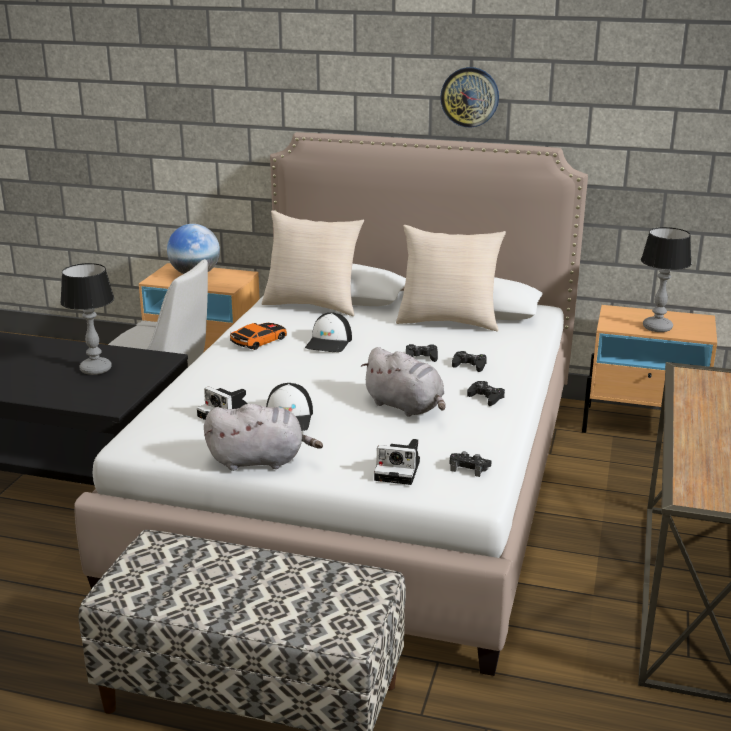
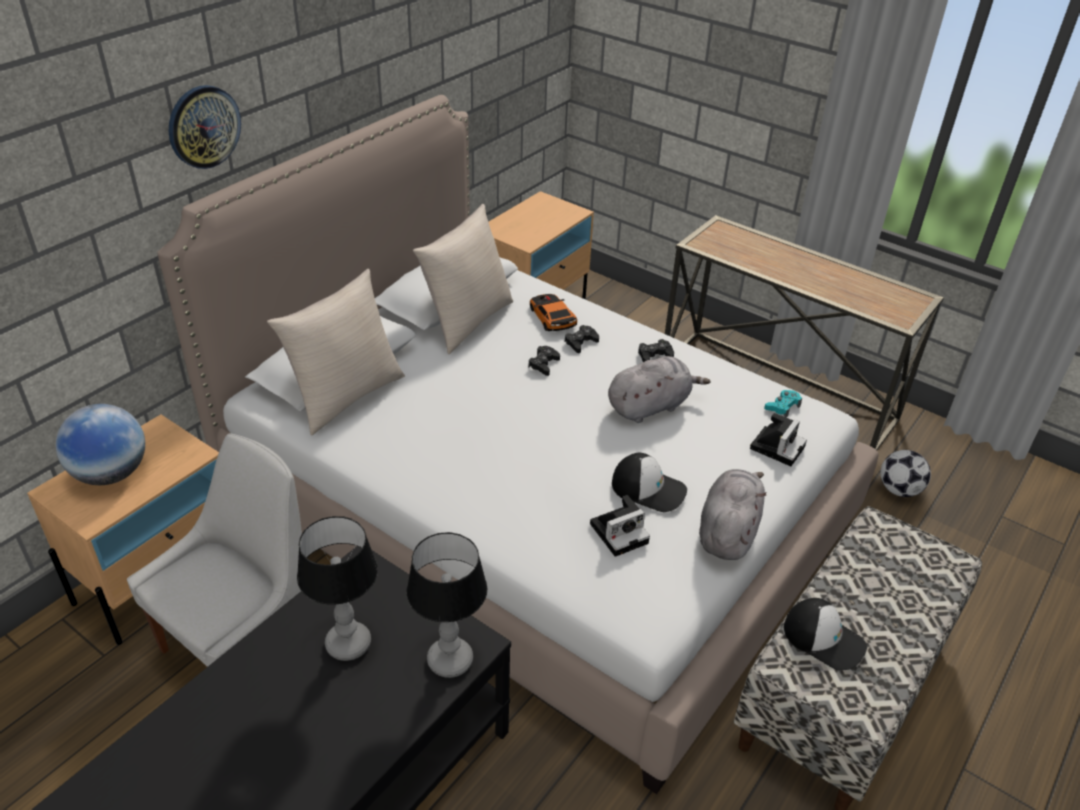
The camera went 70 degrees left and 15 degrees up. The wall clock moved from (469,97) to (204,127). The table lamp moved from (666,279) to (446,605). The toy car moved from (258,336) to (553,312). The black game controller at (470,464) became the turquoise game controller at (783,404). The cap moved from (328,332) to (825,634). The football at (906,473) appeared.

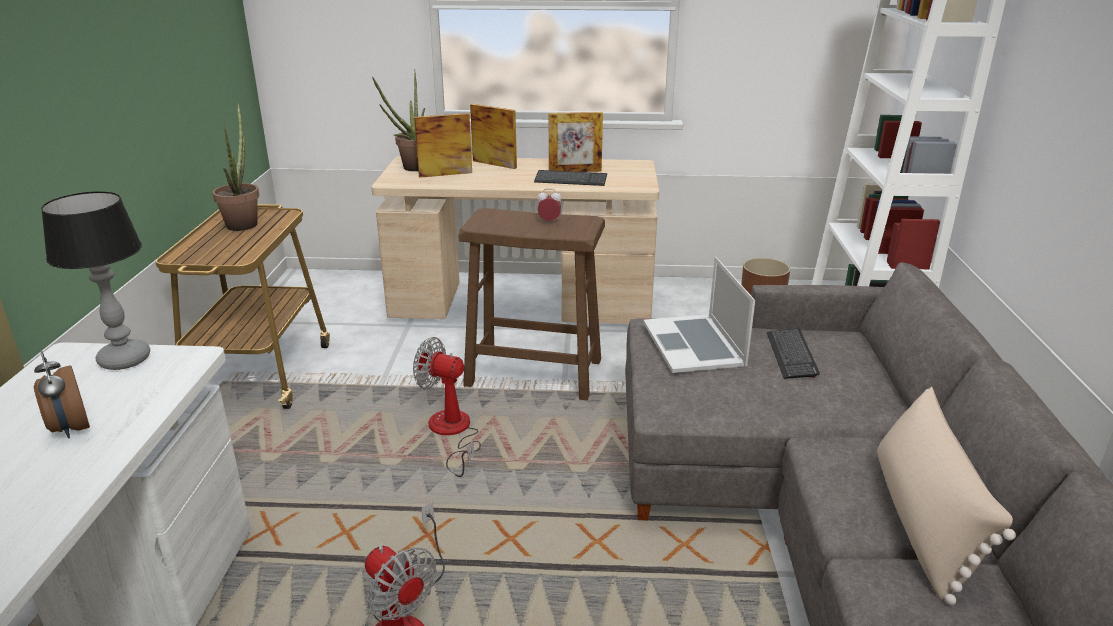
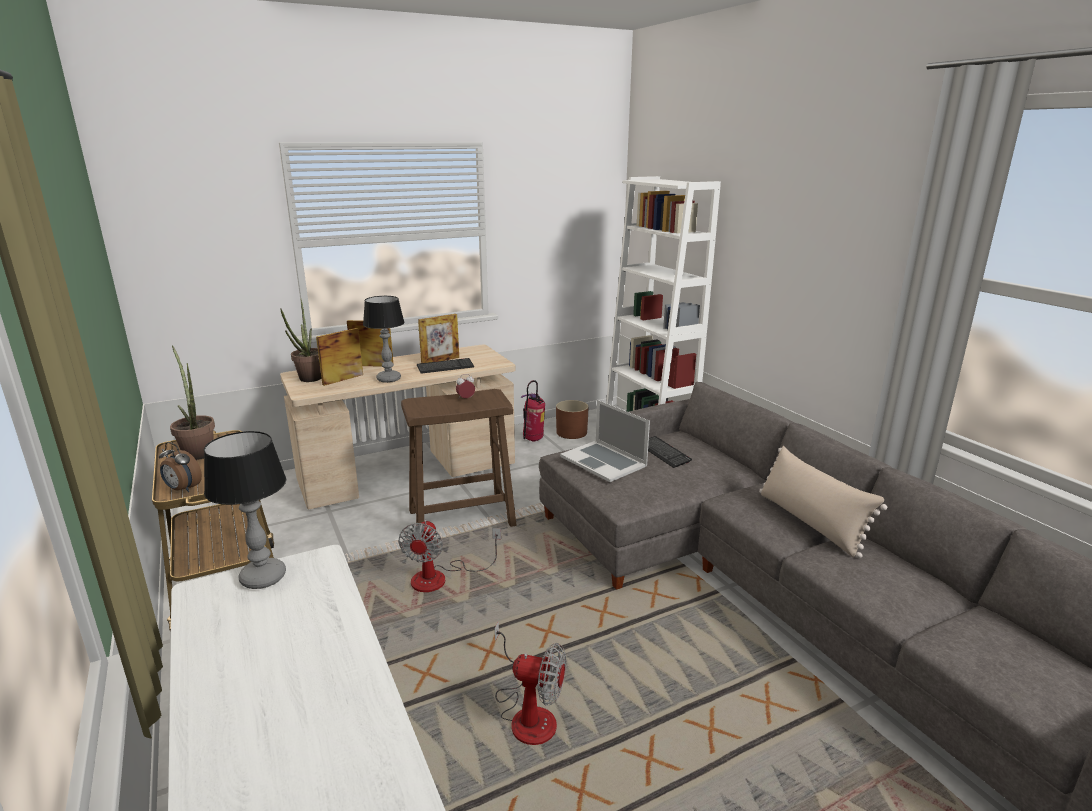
The camera went 30 degrees left and 5 degrees down. The alarm clock moved from (61,395) to (180,467). The table lamp at (384,339) appeared. The fan at (447,407) turned 75 degrees counterclockwise. The fire extinguisher at (533,411) appeared.

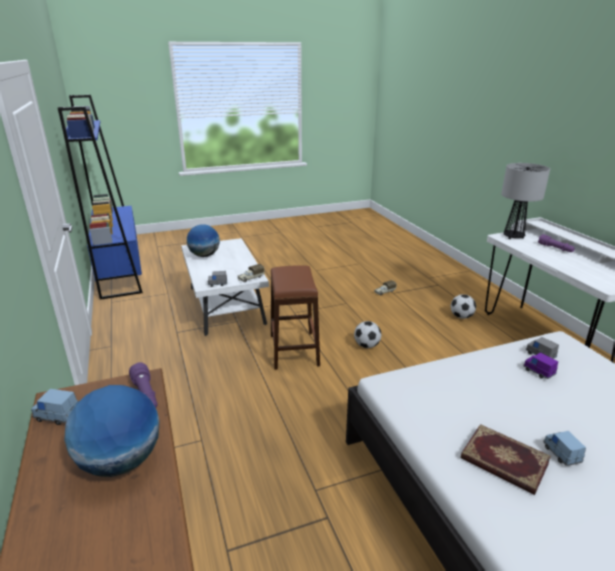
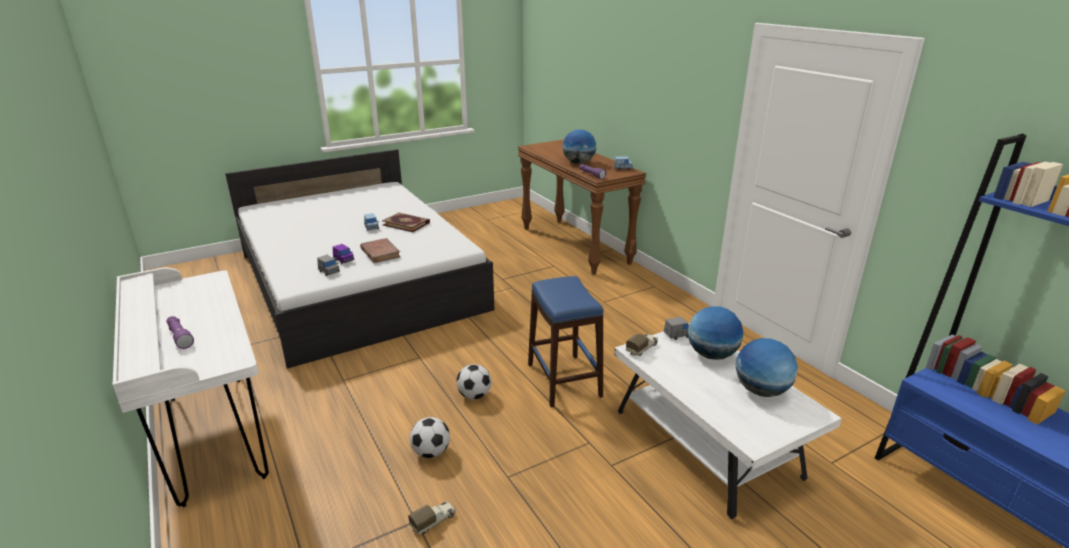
The camera went 170 degrees right and 0 degrees up. The brown book at (380,250) appeared. The football moved from (463,306) to (430,437). The brown stool at (295,317) became the blue stool at (565,342). The globe at (715,333) appeared. The table lamp at (525,201) disappeared.

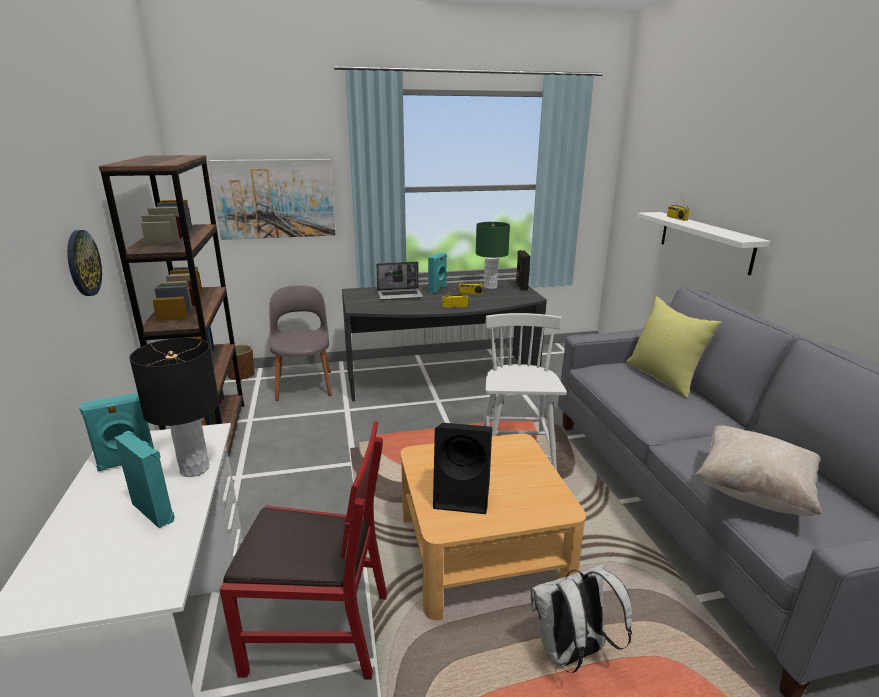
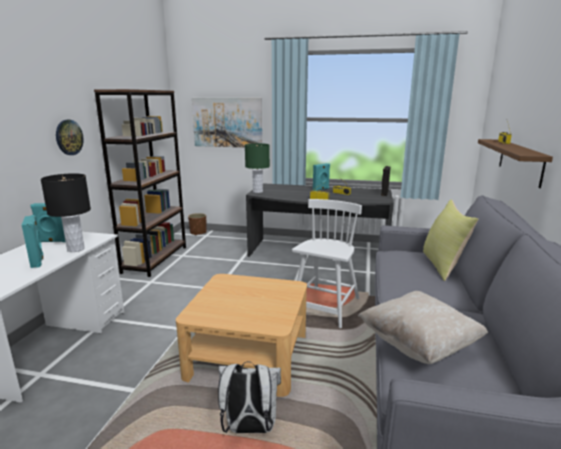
The camera went 25 degrees right and 5 degrees down. The green table lamp moved from (493,255) to (257,168). The white shelf at (703,243) became the brown shelf at (515,163). The red chair at (303,550) disappeared. The grey chair at (300,343) disappeared. The laptop at (399,281) disappeared. The black speaker at (462,468) disappeared.

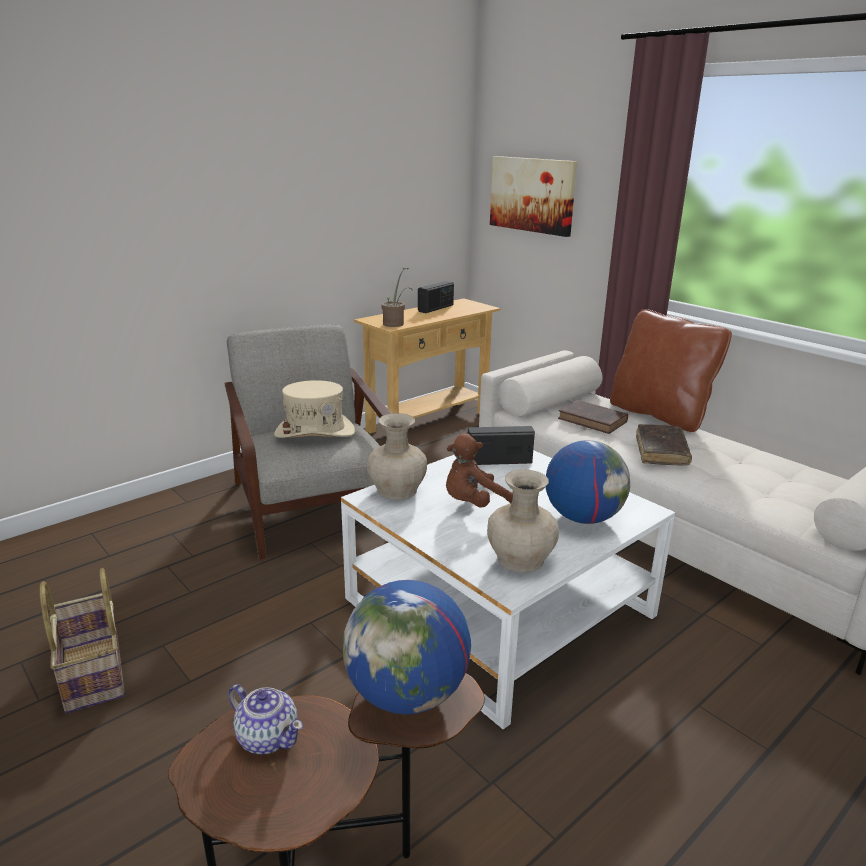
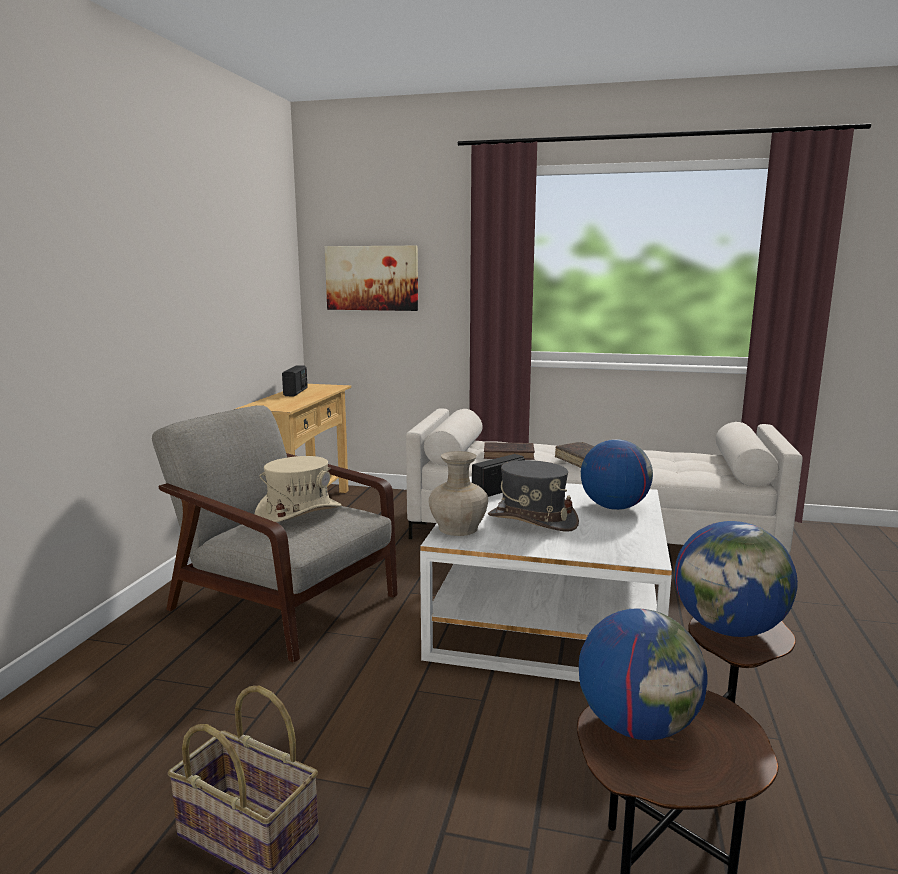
The camera went 35 degrees left and 10 degrees down. The brown plush toy at (479,470) was replaced by the grey hat at (533,496). The teapot at (265,719) was replaced by the globe at (643,674). The potted plant at (397,297) disappeared. The beige vase at (523,521) disappeared. The brown pillow at (671,370) disappeared.

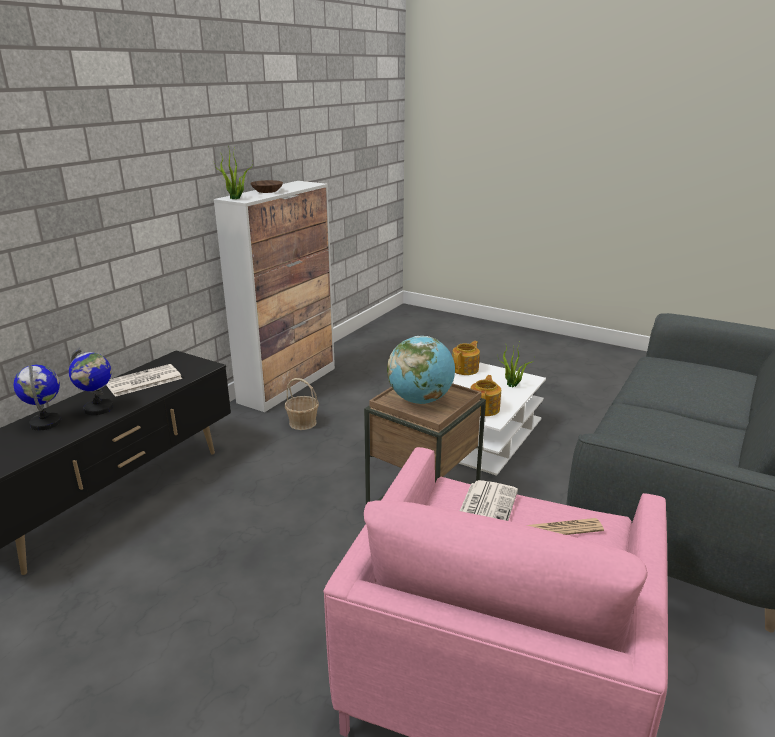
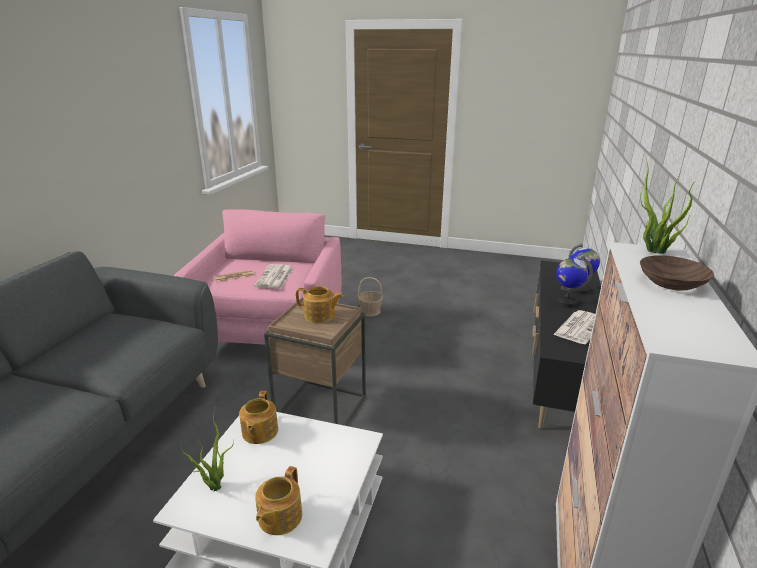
The camera went 165 degrees right and 0 degrees up. The globe at (421,370) was replaced by the teapot at (320,304). The basket moved from (302,404) to (370,296).

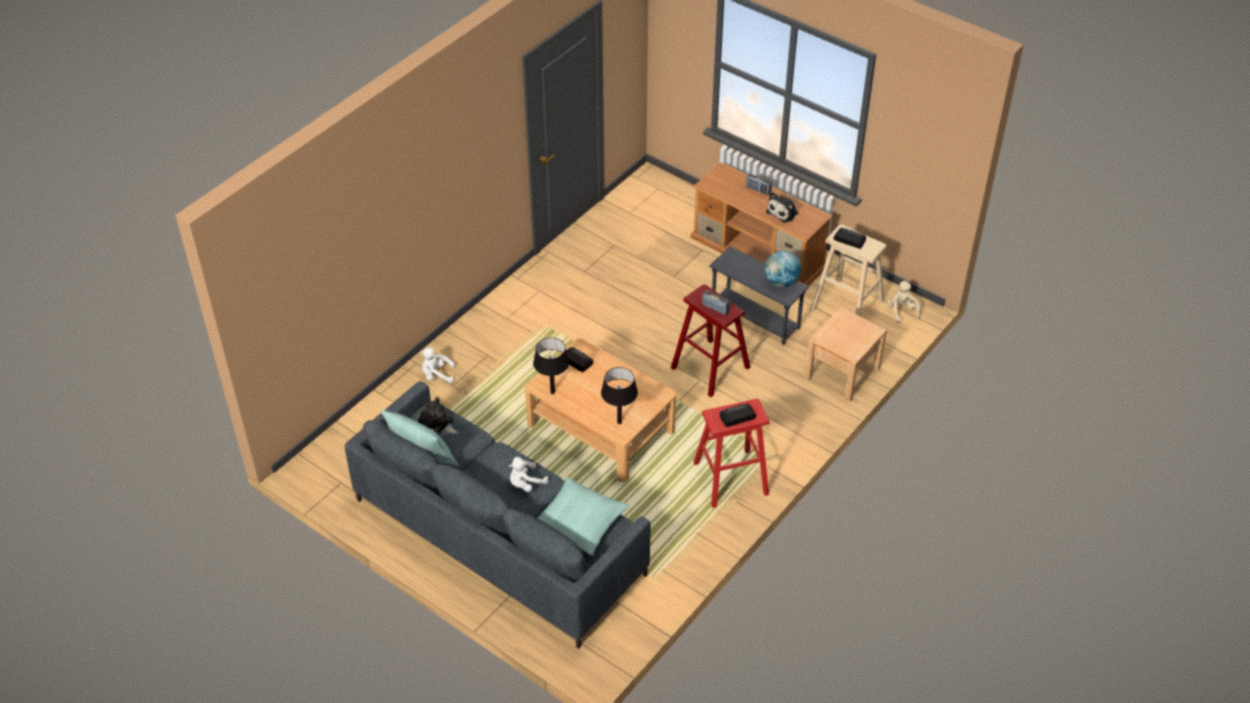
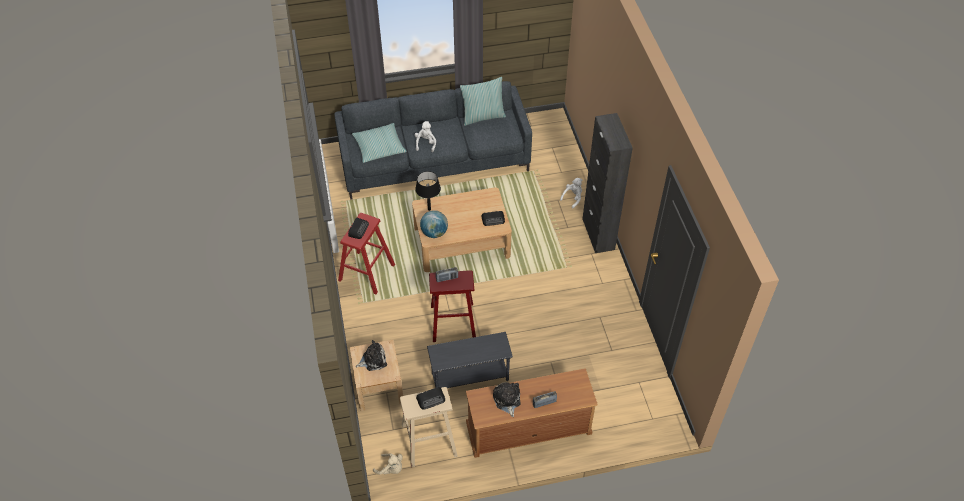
The camera went 130 degrees right and 5 degrees up. The plush toy moved from (438,416) to (371,355). The globe moved from (783,269) to (434,224). The black cabinet at (607,183) appeared. The black table lamp at (551,366) disappeared.

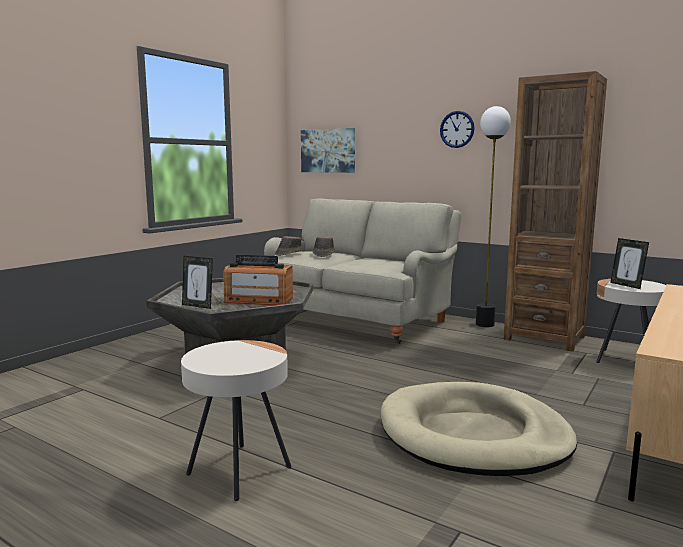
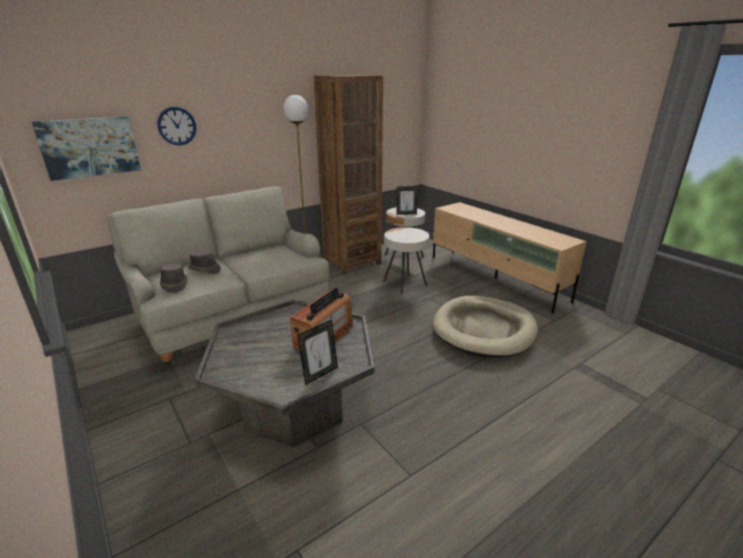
The camera went 70 degrees left and 15 degrees up. The wall clock moved from (457,129) to (176,126). The beige side table moved from (236,420) to (406,260).

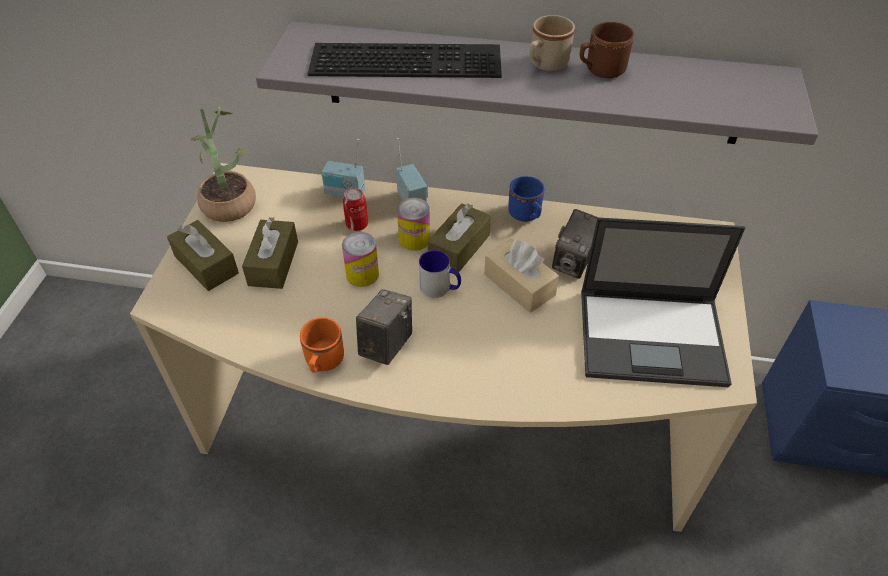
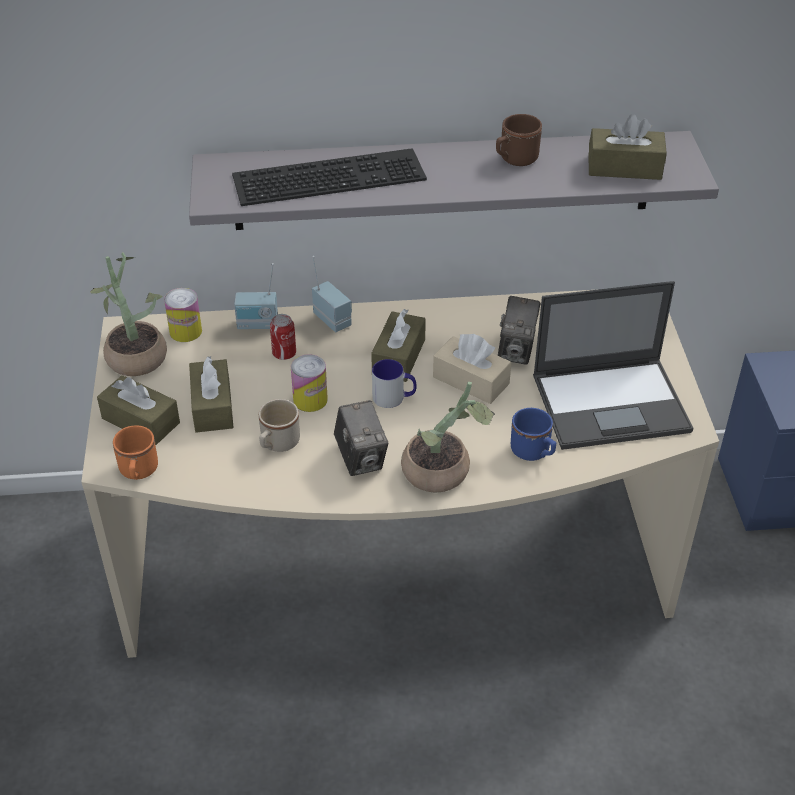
The camera went 15 degrees left and 5 degrees down. The orange mug moved from (322,345) to (135,453). The can moved from (413,224) to (183,315). The beige mug moved from (552,43) to (279,425). The photo camera at (384,327) turned 150 degrees clockwise. The potted plant at (448,437) appeared. The blue mug moved from (526,199) to (533,434). The brown tissue box at (627,147) appeared.

